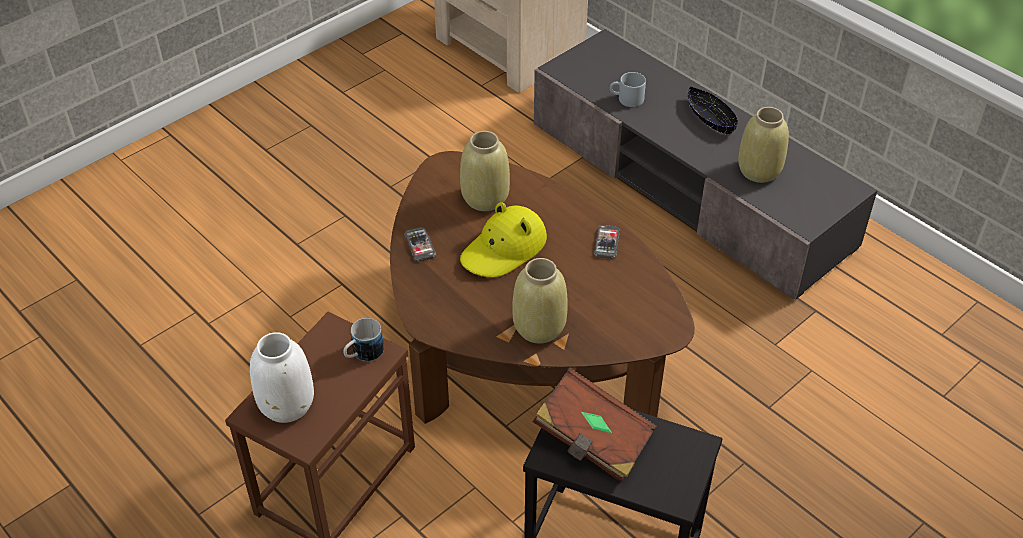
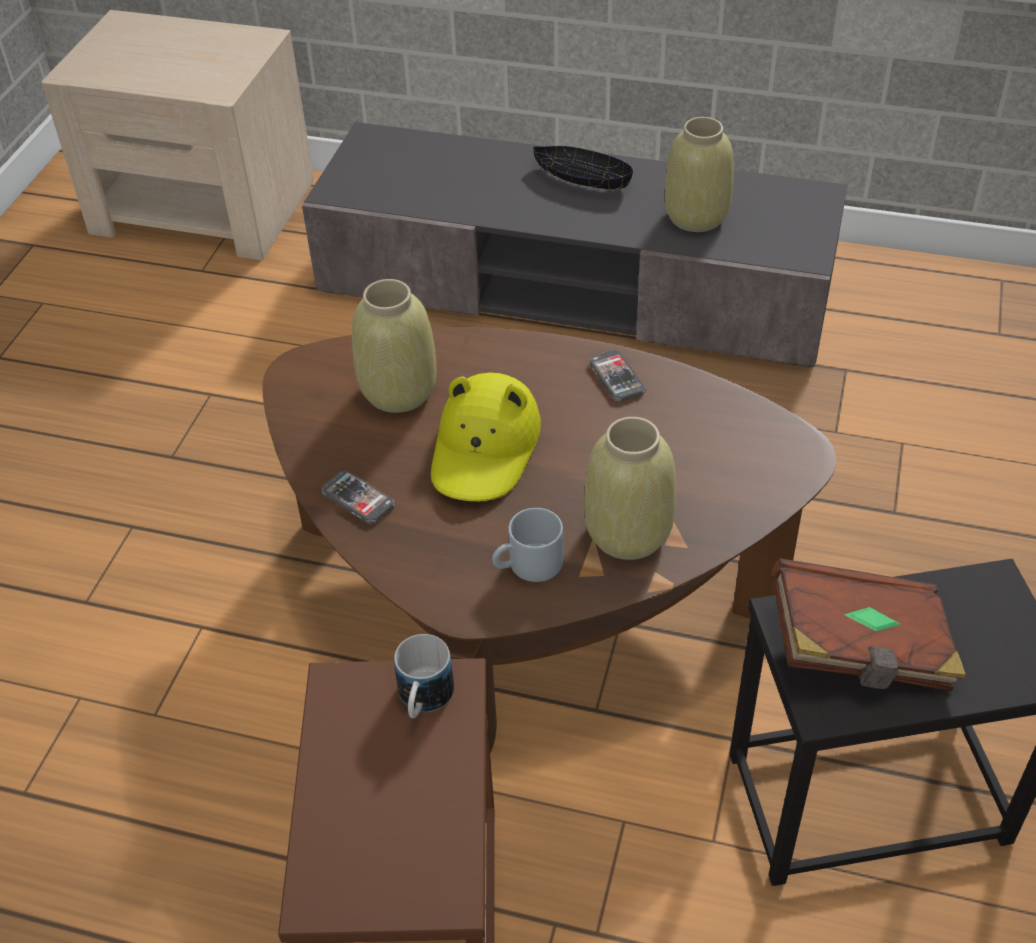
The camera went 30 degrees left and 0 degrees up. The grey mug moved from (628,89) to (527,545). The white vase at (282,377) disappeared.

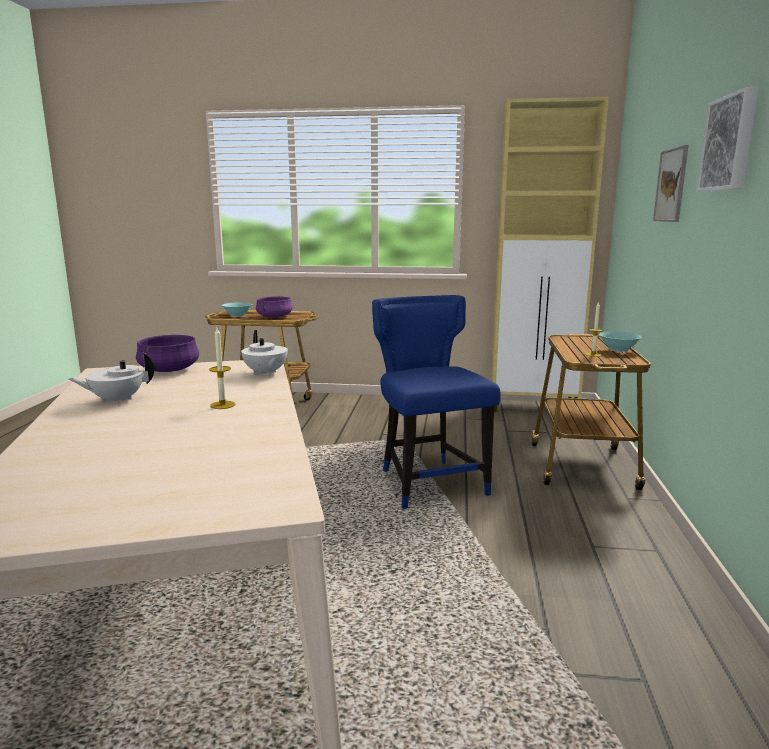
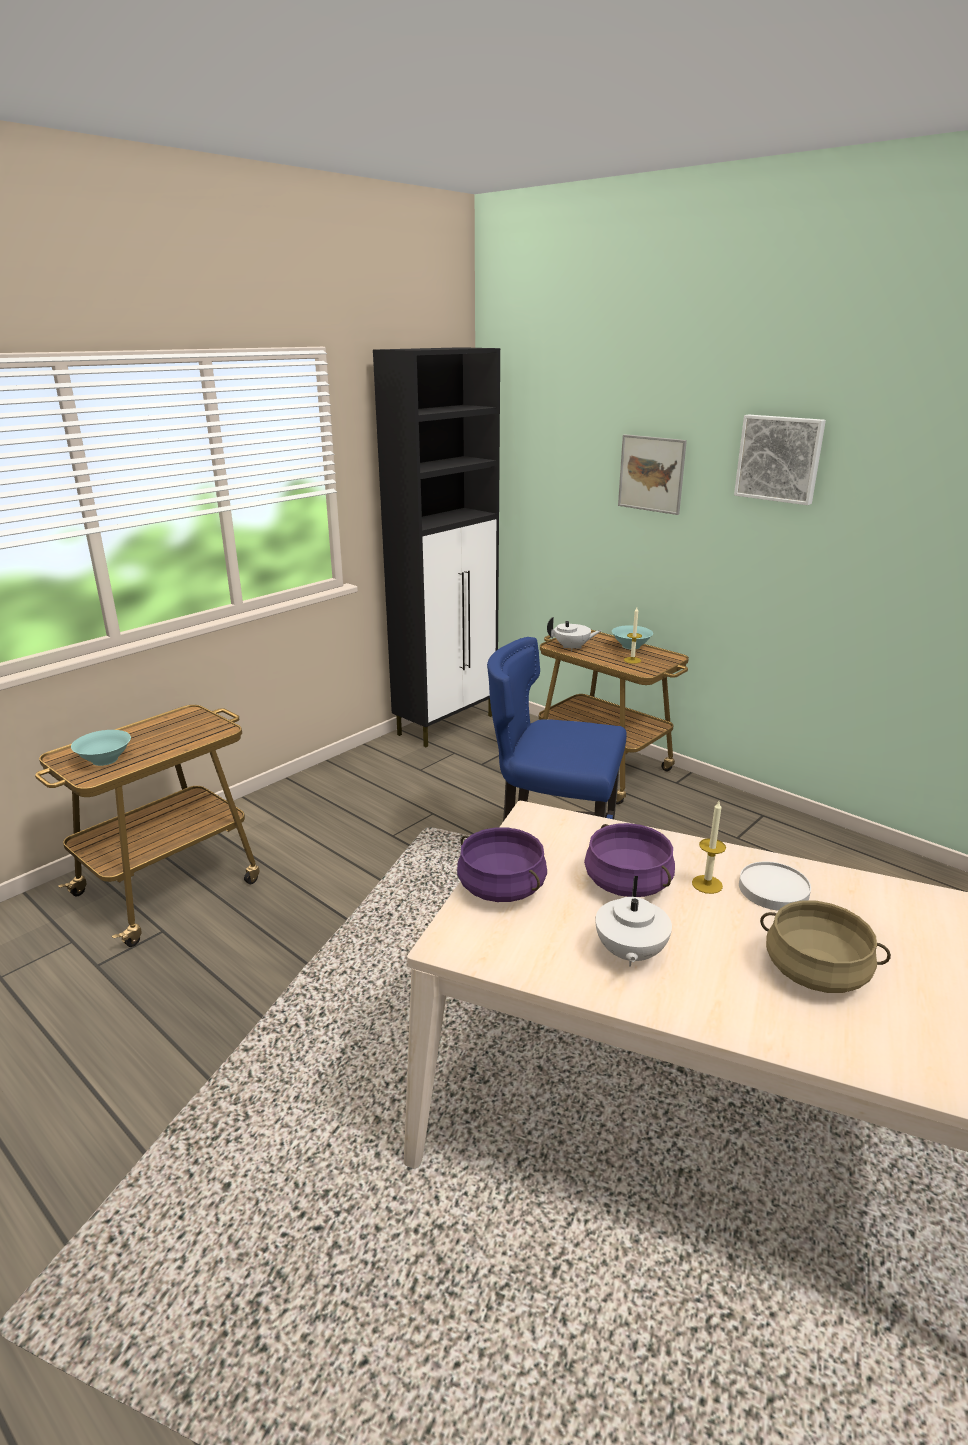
The camera went 55 degrees left and 10 degrees up. The beige cabinet at (550,254) became the black cabinet at (436,547). The white teapot moved from (264,353) to (574,633). The purple cooking pot moved from (274,307) to (629,860). The white plate at (775,886) appeared. The beige cooking pot at (825,946) appeared.

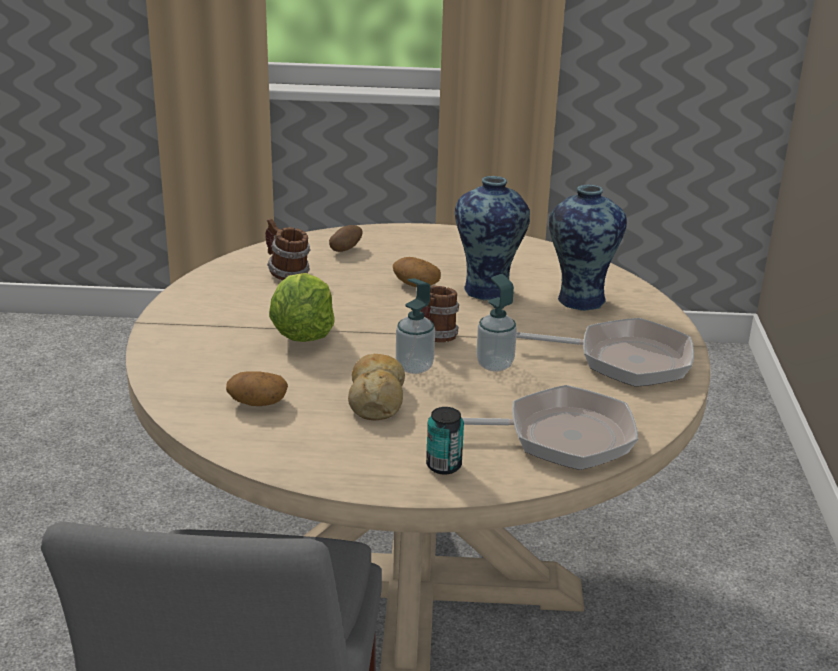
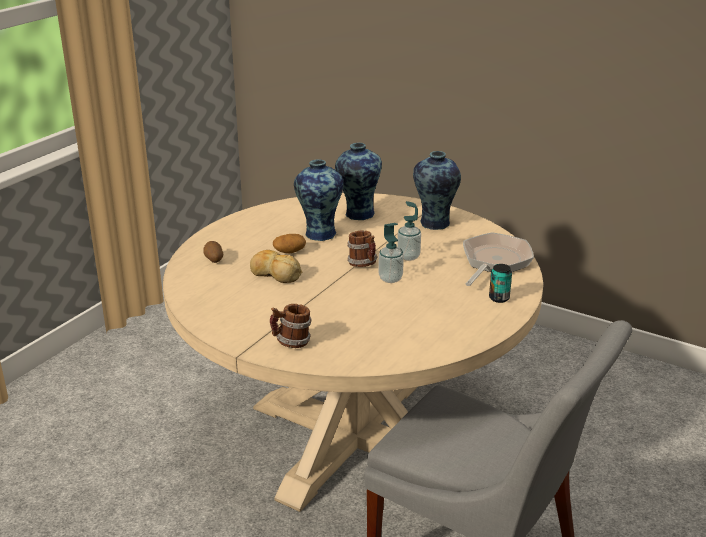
The camera went 60 degrees left and 0 degrees up. The bread moved from (376,387) to (276,266). The mug moved from (288,249) to (291,326). The frying pan at (605,352) was replaced by the vase at (437,190). The potato at (257,389) disappeared. The lettuce at (302,307) disappeared.

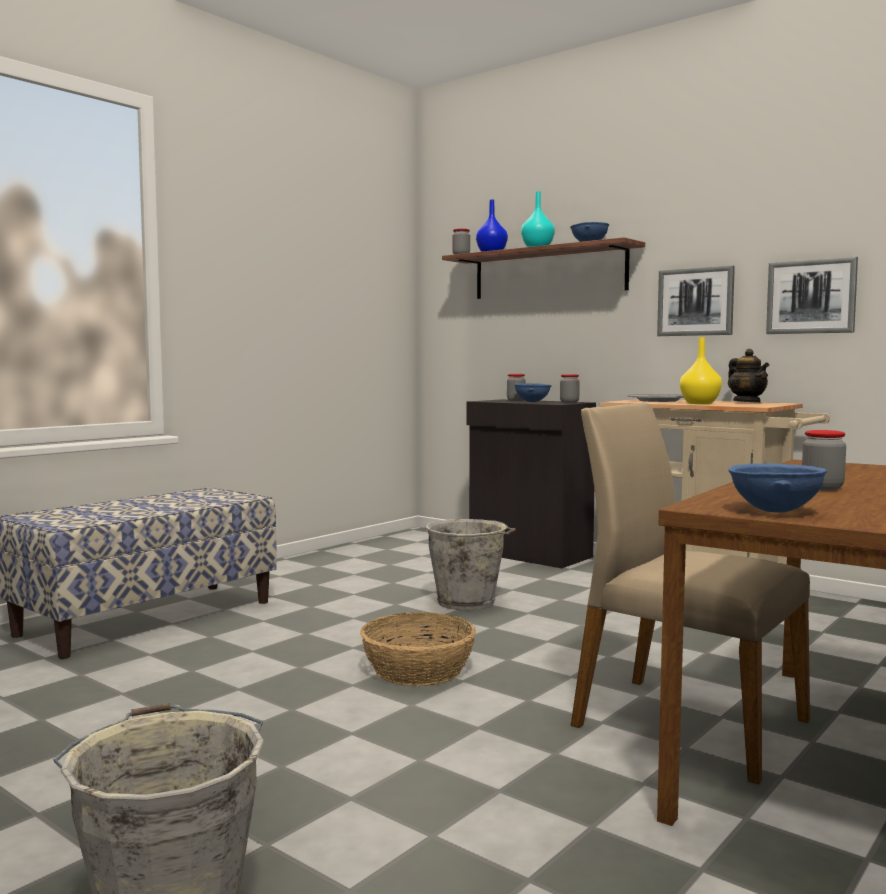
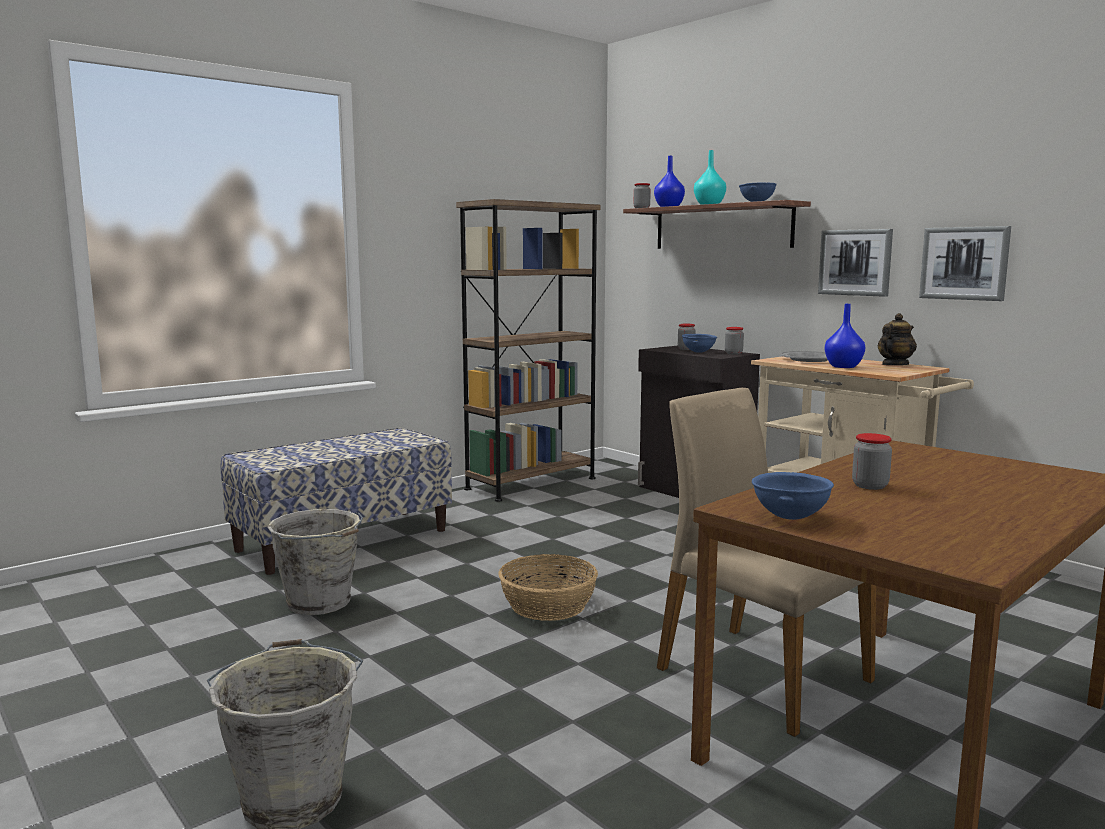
The camera went 10 degrees right and 5 degrees up. The grey bucket moved from (470,565) to (315,562). The brown bookcase at (528,350) appeared. The yellow vase at (701,370) became the blue vase at (845,336). The teapot at (748,376) turned 120 degrees counterclockwise.

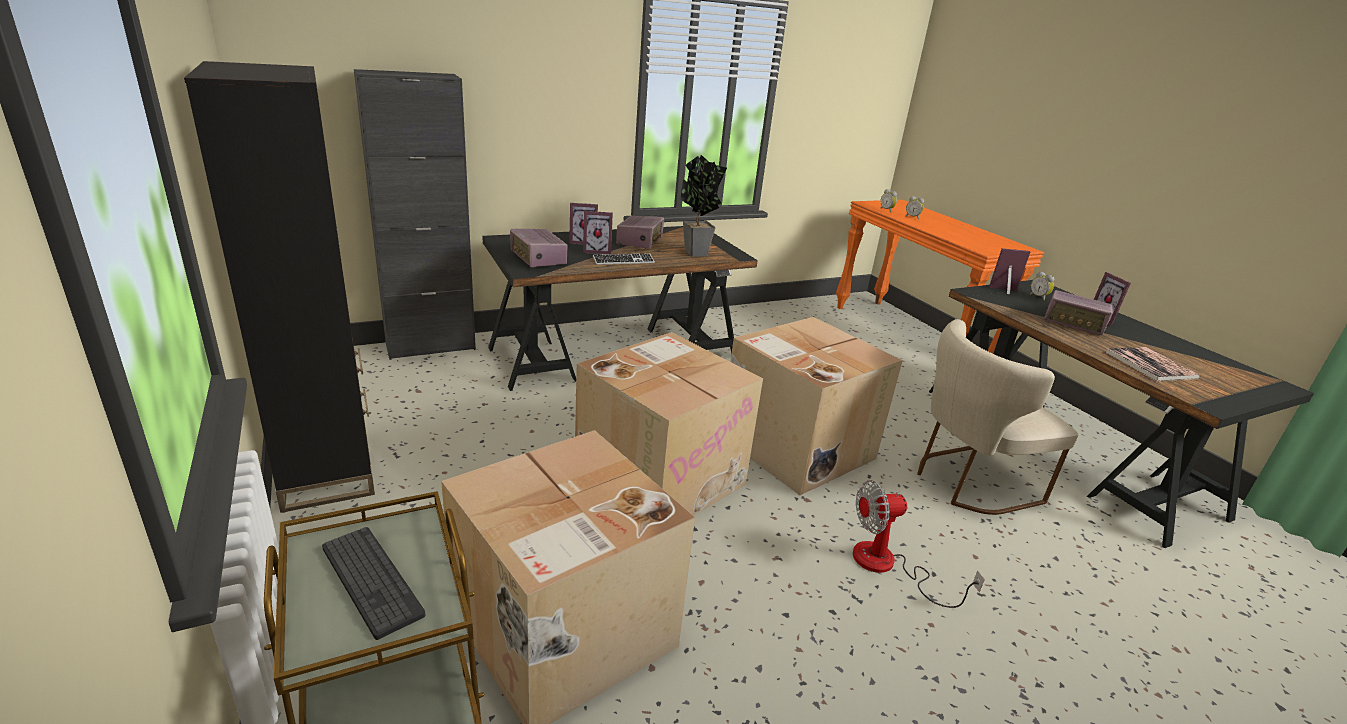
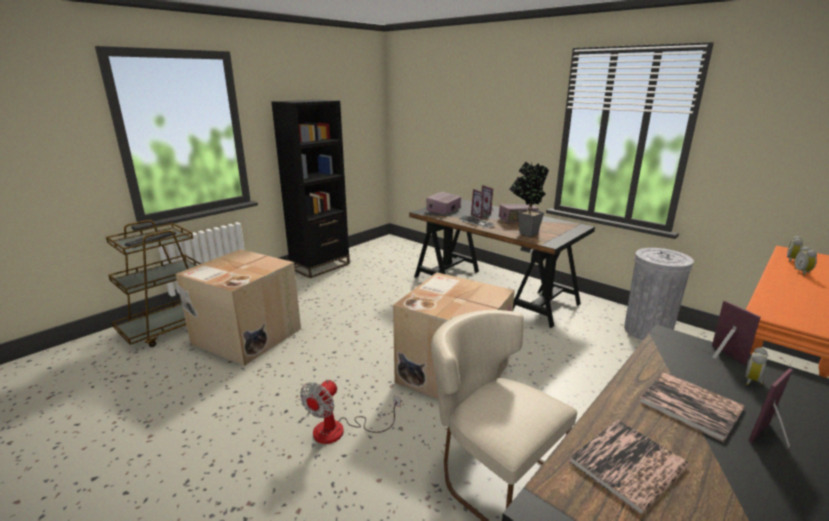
The camera went 70 degrees right and 5 degrees down. The fan at (919,544) turned 120 degrees counterclockwise. The grey trash can at (659,294) appeared. The radio at (1078,312) was replaced by the book at (692,407). The black cabinet at (415,214) disappeared. The cardboard box at (669,424) disappeared.

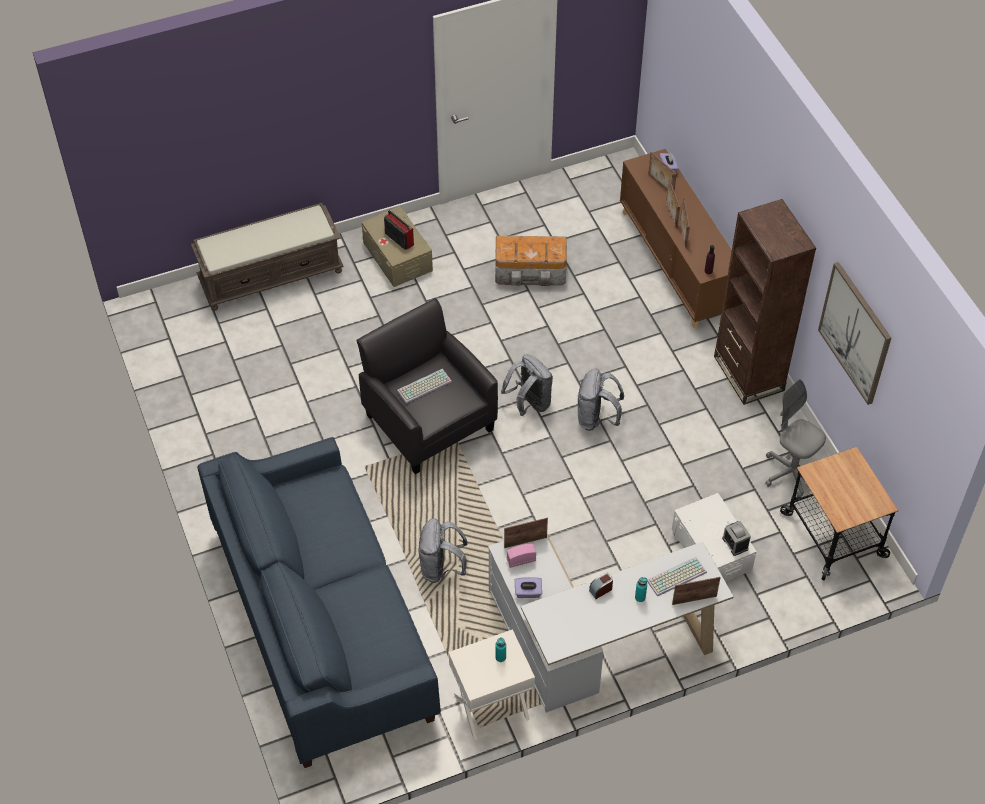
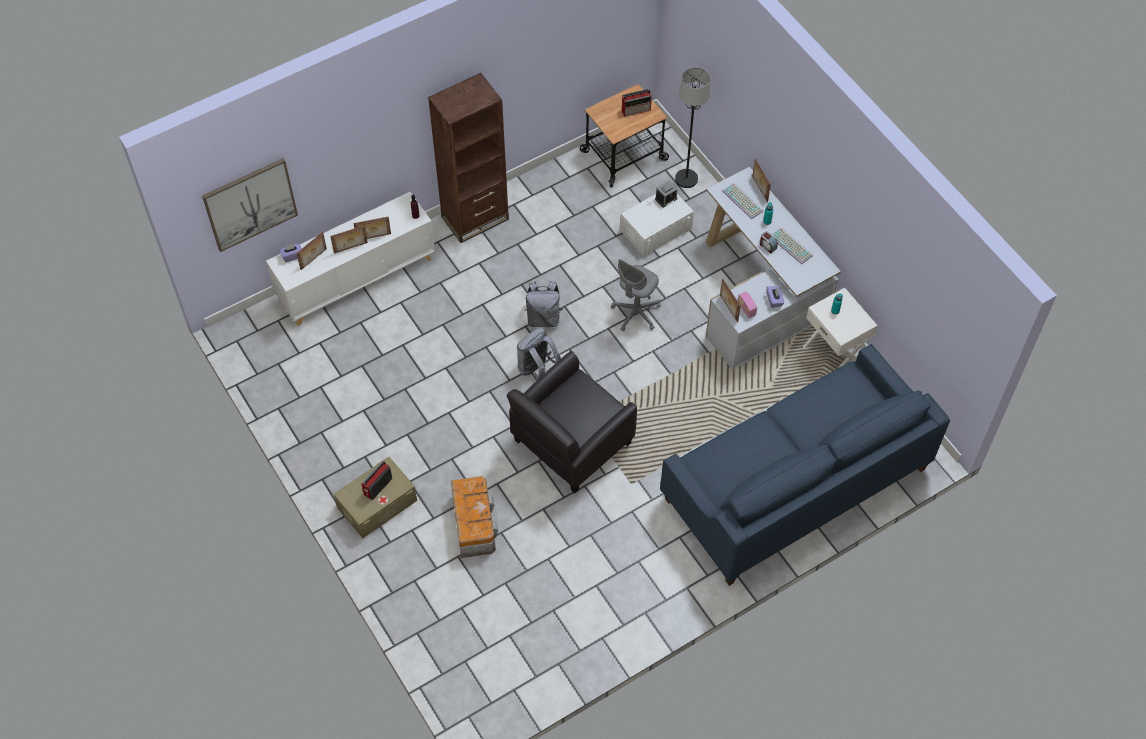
The camera went 100 degrees left and 5 degrees up. The picture moved from (854,333) to (250,205). The brown cabinet at (676,239) became the white cabinet at (350,259). The storage box moved from (531,261) to (474,517). The grey office chair moved from (795,438) to (635,295). The radio at (637,103) appeared. The black floor lamp at (692,128) appeared. The keyboard moved from (424,386) to (792,246). The brown bench at (267,257) disappeared. The grey backpack at (443,550) disappeared.

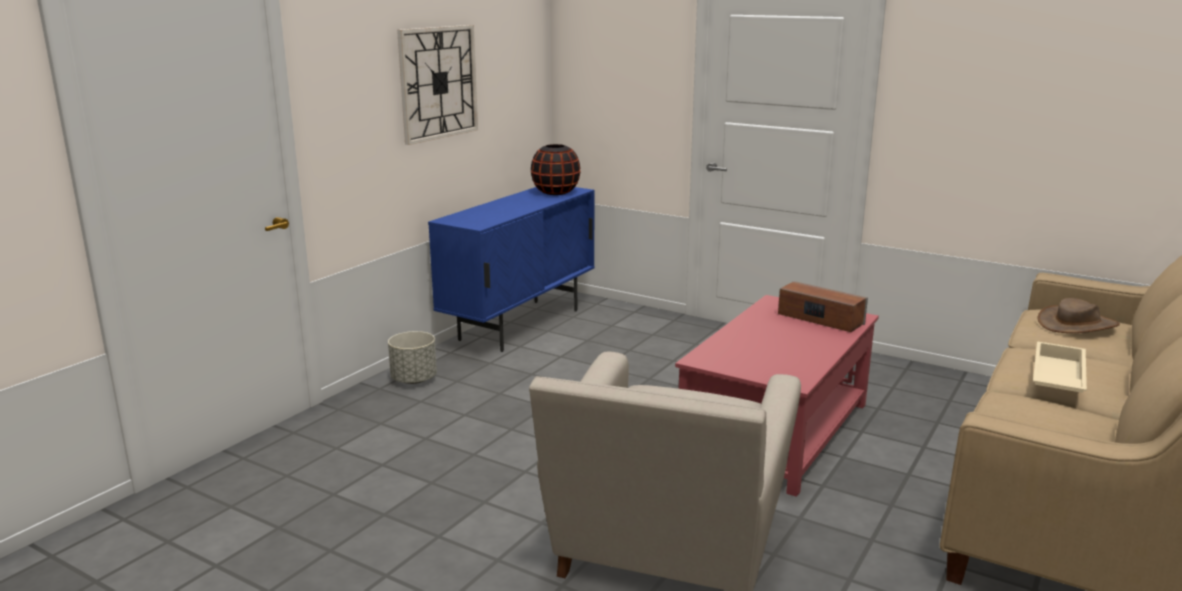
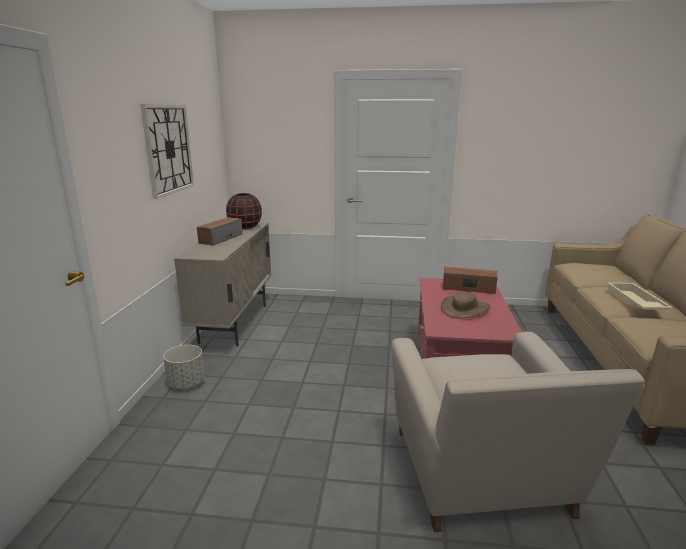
The camera went 25 degrees left and 0 degrees up. The blue cabinet at (511,269) became the beige cabinet at (222,284). The speaker at (220,231) appeared. The brown hat moved from (1078,315) to (465,305).

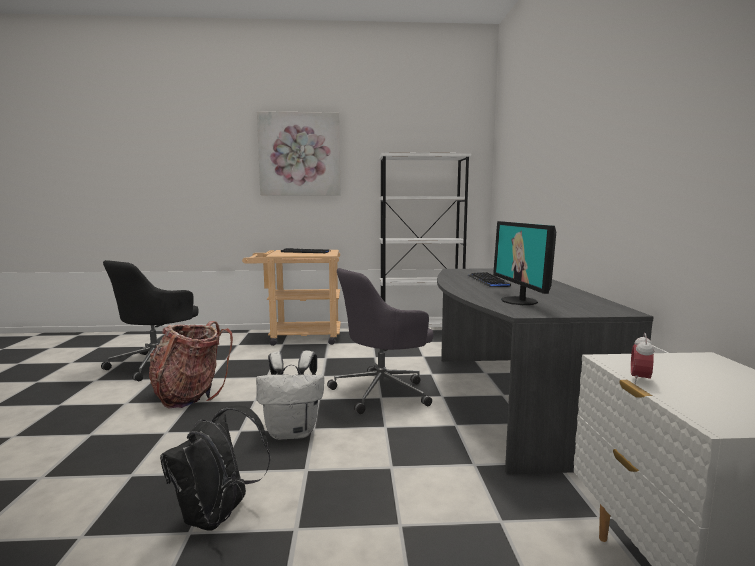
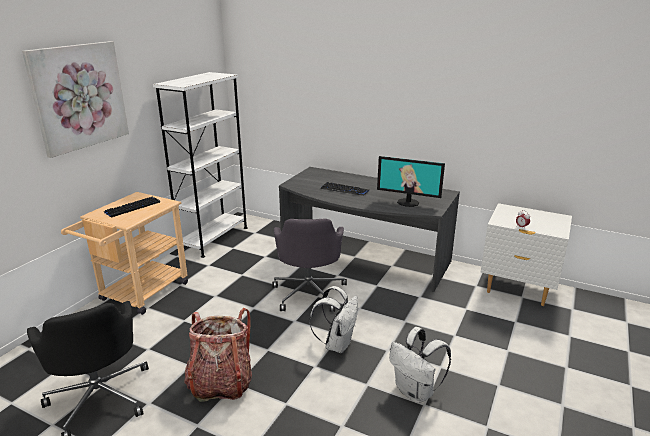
The camera went 60 degrees left and 15 degrees up. The black backpack at (215,467) became the white backpack at (420,365).

